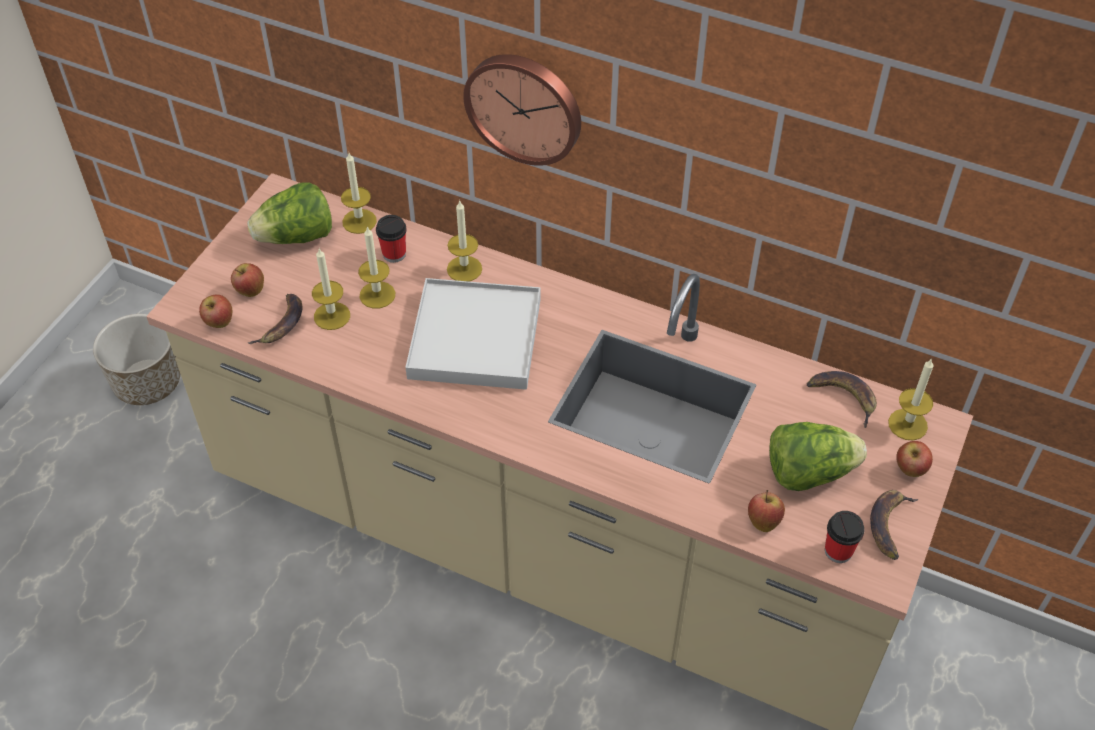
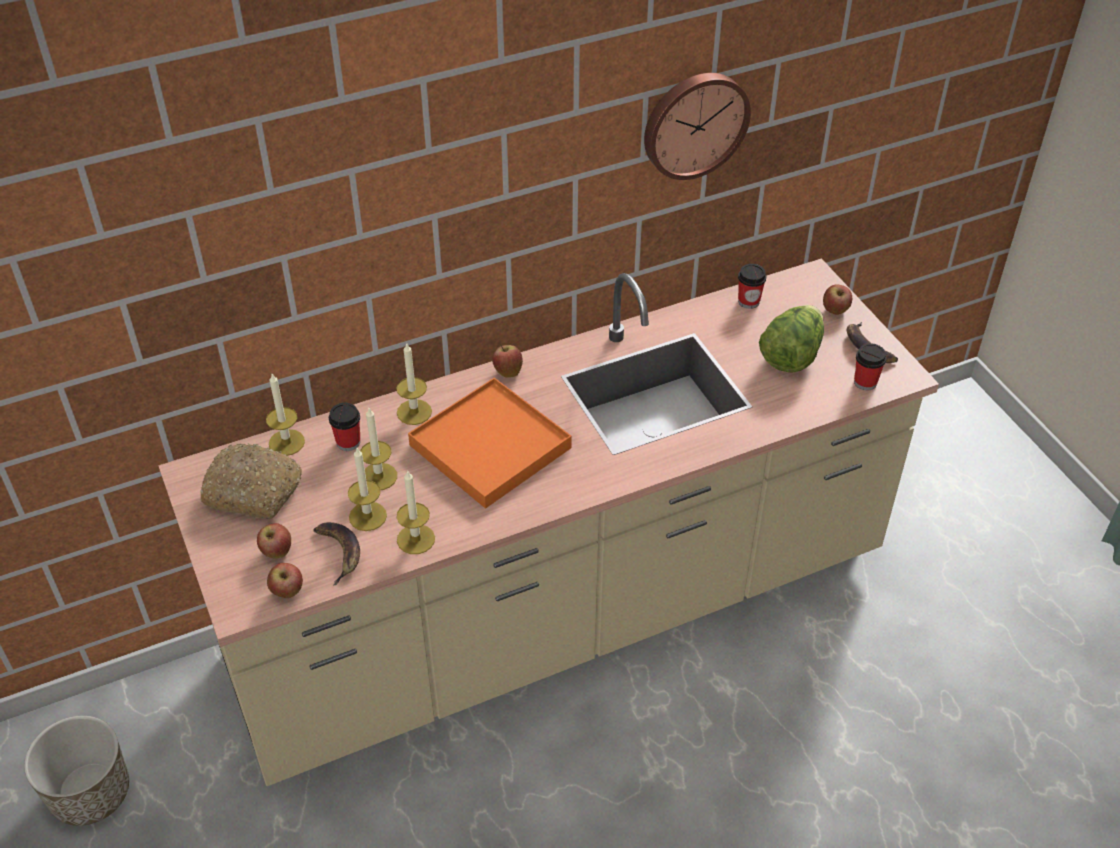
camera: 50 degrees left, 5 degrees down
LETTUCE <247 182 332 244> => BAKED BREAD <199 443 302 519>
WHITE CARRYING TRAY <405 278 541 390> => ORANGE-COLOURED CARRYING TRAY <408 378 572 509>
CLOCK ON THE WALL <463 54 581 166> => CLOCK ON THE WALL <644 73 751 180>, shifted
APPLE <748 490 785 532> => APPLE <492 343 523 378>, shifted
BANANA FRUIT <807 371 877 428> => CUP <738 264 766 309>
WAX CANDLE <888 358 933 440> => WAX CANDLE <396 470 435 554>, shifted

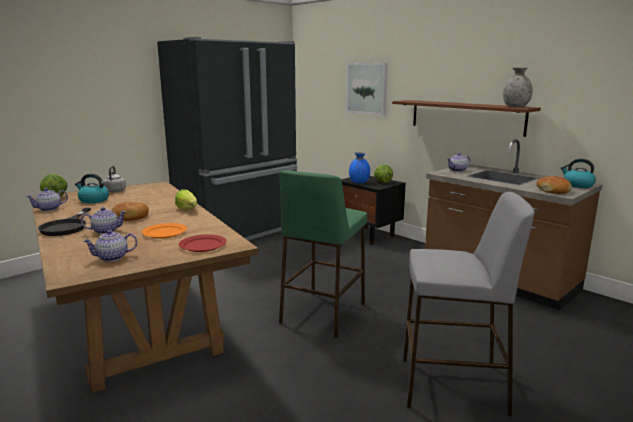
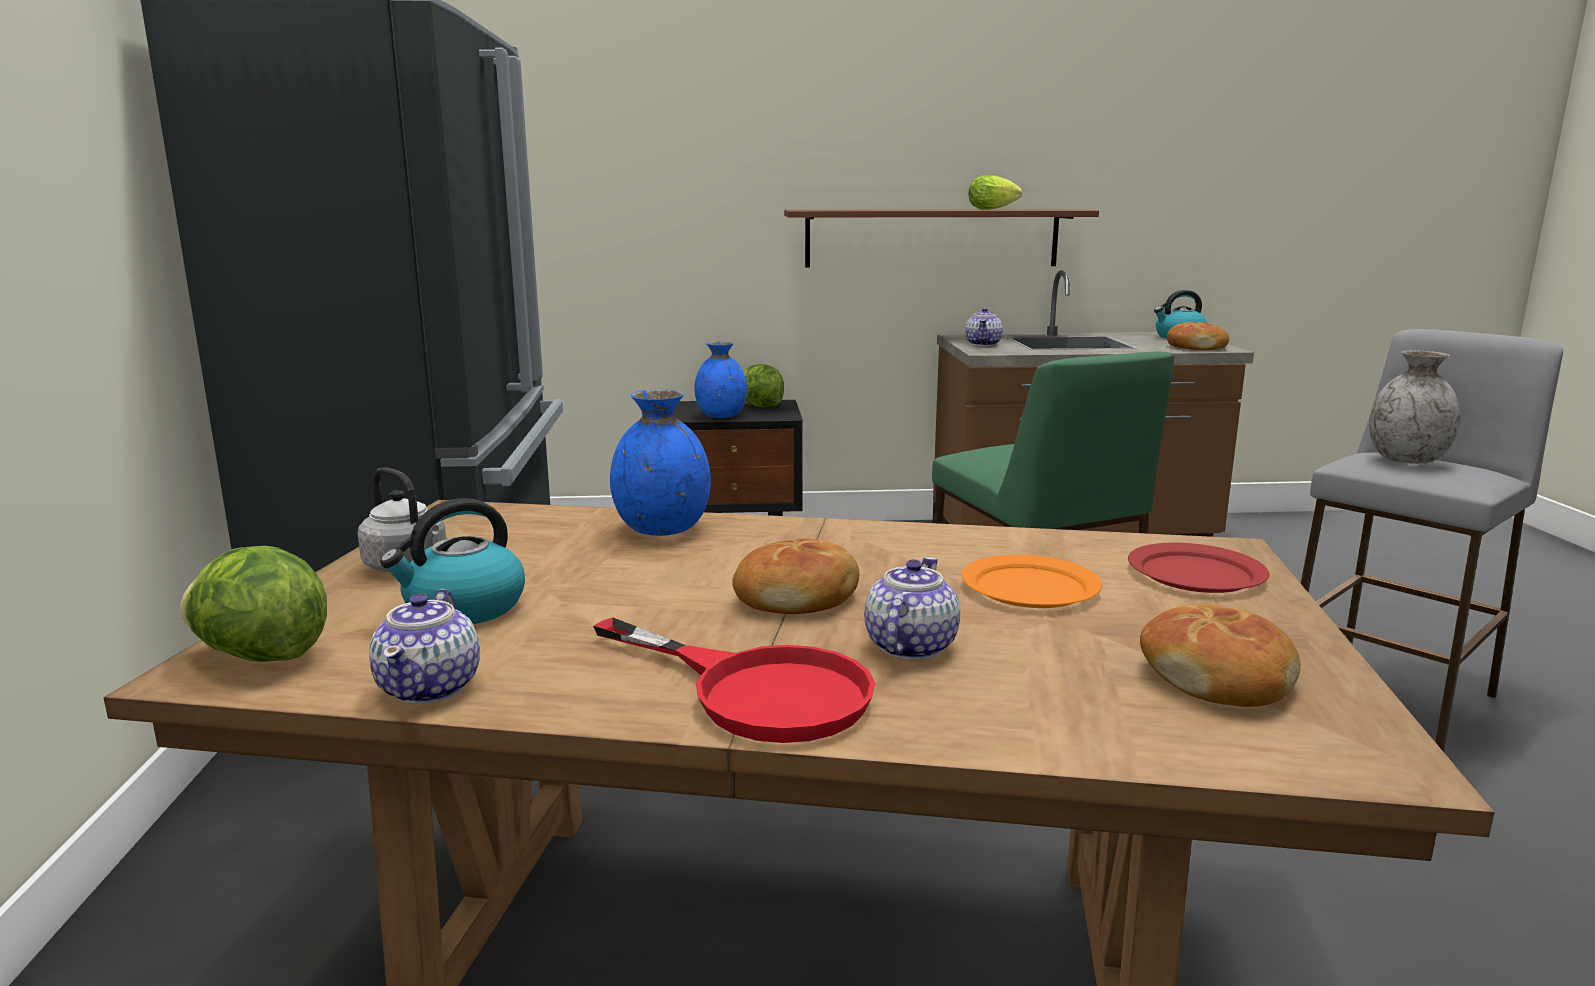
camera: 50 degrees left, 0 degrees up
BLACK FRYING PAN <38 208 91 236> => RED-COLOURED FRYING PAN <593 617 875 743>
POT FOR TEA <83 230 138 262> => BAKED BREAD <1140 604 1301 707>
LETTUCE <175 189 197 210> => LETTUCE <969 175 1022 210>, shifted
WALL ART <346 63 388 115> => nothing
GREY VASE <503 68 532 107> => GREY VASE <1369 351 1460 464>, shifted
nothing => BLUE-COLOURED VASE <610 389 711 536>

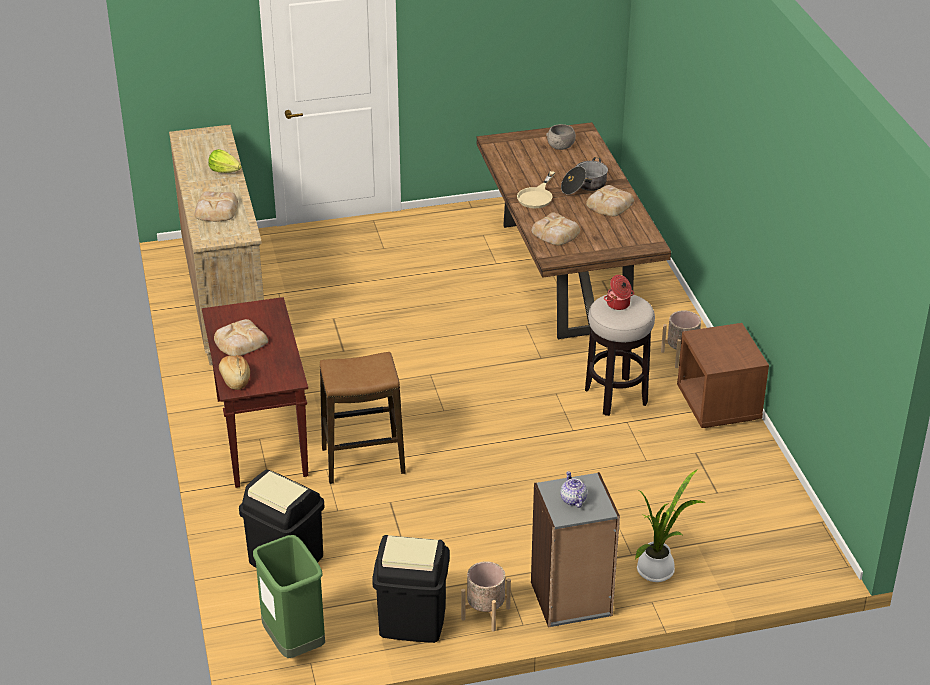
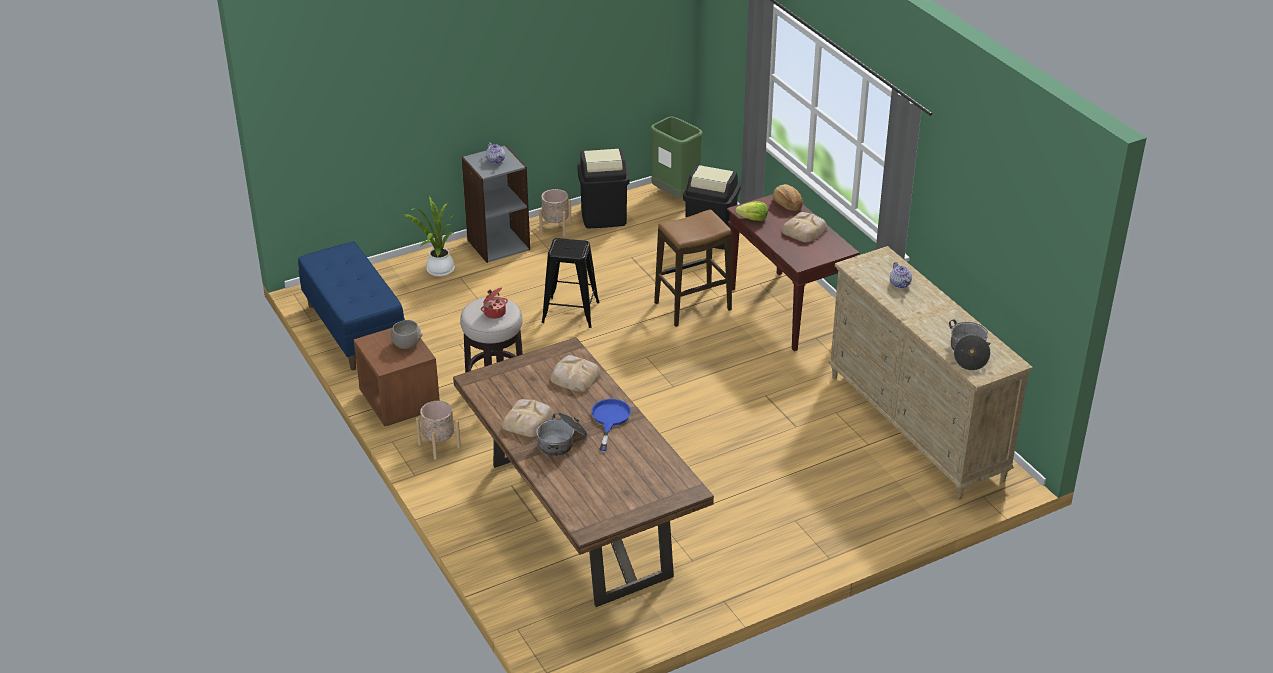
camera: 165 degrees right, 0 degrees up
BAKED BREAD <194 191 238 222> => POT FOR TEA <890 262 912 288>
LETTUCE <208 149 242 173> => LETTUCE <735 201 768 221>, shifted
BEIGE FRYING PAN <517 171 555 208> => BLUE-COLOURED FRYING PAN <592 399 631 451>
GREY DEEP DISH <546 124 576 150> => GREY DEEP DISH <391 320 423 349>, shifted
nothing => BLUE-COLOURED LONG SEAT <298 242 405 370>
nothing => BLACK SITTING STOOL <541 238 600 328>
nothing => SAUCEPOT <949 319 990 371>

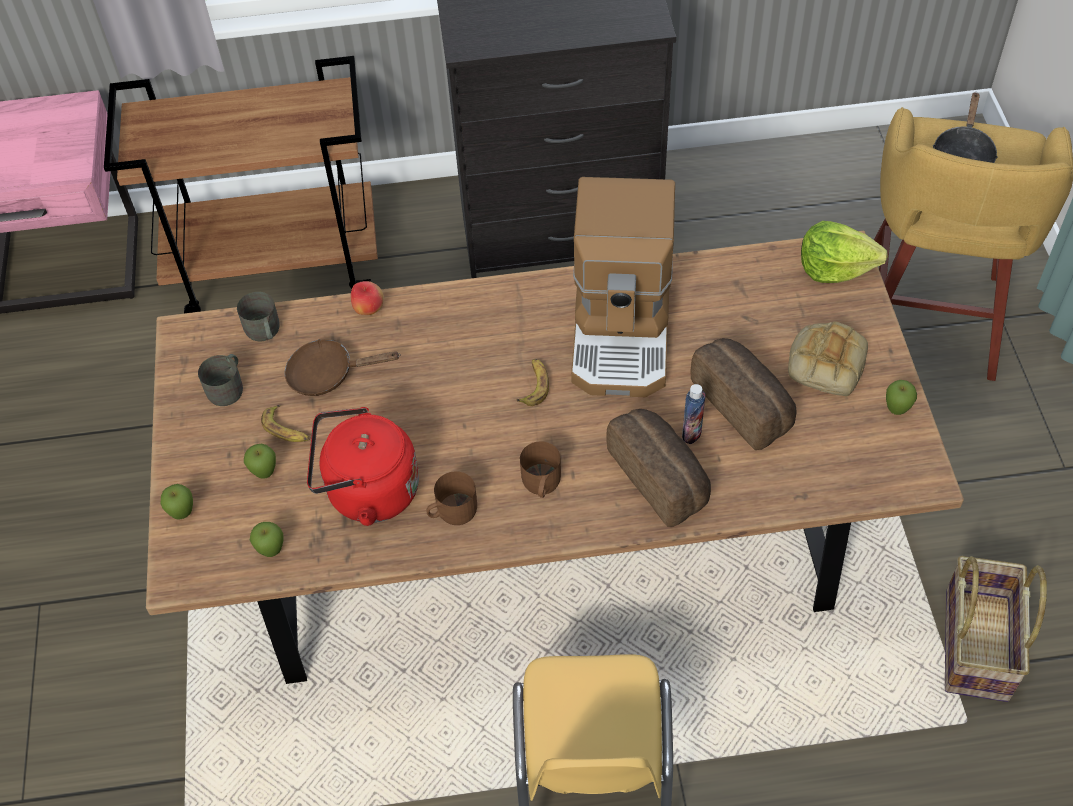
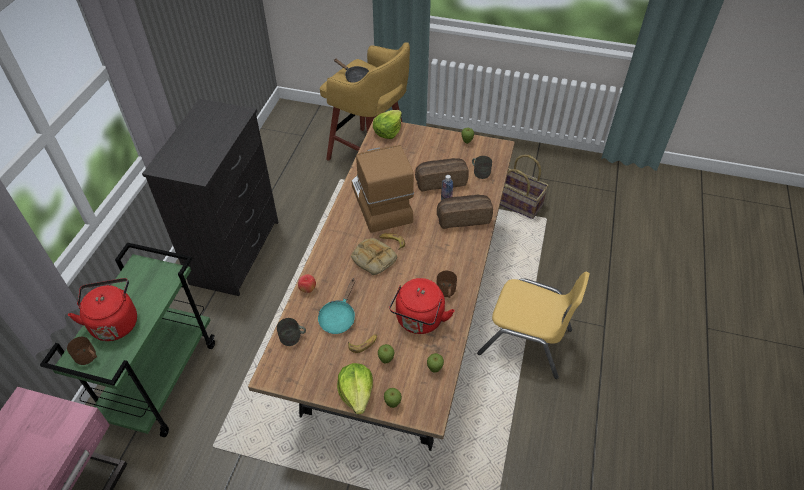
camera: 70 degrees left, 5 degrees down
BROWN-COLOURED TROLLEY <104 56 378 313> => GREEN-COLOURED TROLLEY <40 243 215 437>
GREY MUG <198 354 243 406> => GREY MUG <472 156 492 179>, shifted
BROWN-COLOURED FRYING PAN <285 339 400 396> => TURQUOISE FRYING PAN <318 278 355 334>
BROWN-COLOURED MUG <520 441 561 498> => BROWN-COLOURED MUG <67 337 97 365>, shifted
COFFEE MAKER <571 177 675 397> => COFFEE MAKER <351 145 414 233>, 135 degrees counterclockwise
BAKED BREAD <788 322 868 396> => BAKED BREAD <351 238 397 275>, shifted
nothing => RED-COLOURED KETTLE <68 278 137 341>
nothing => LETTUCE <337 363 373 415>

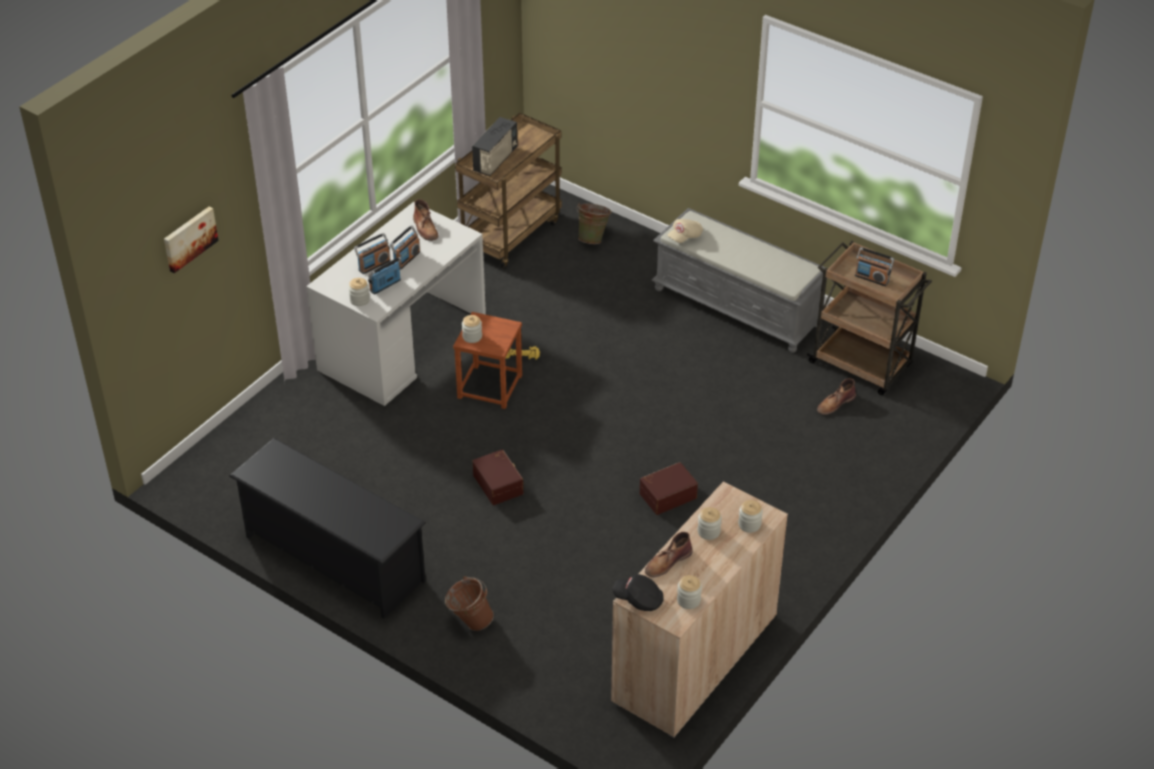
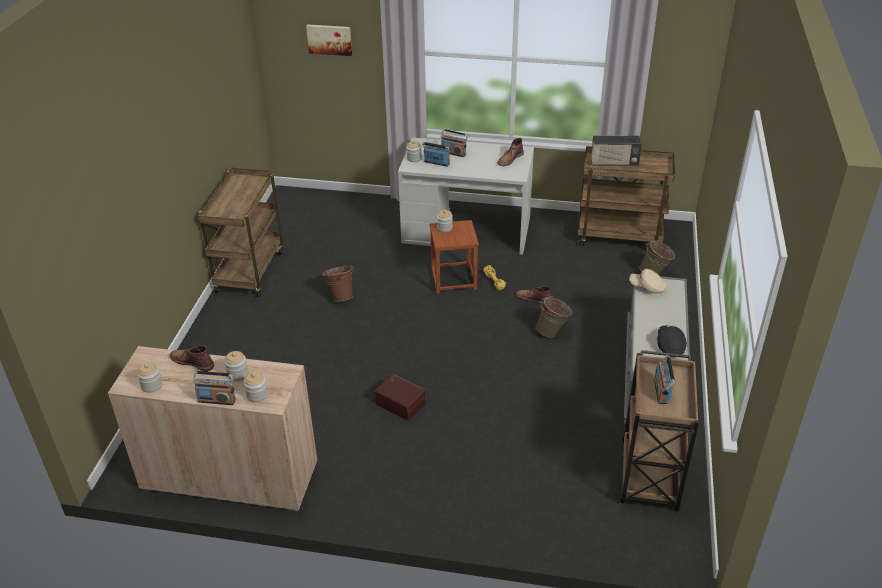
camera: 65 degrees right, 5 degrees down
BLACK SHOE RACK <229 438 426 618> => BROWN-COLOURED TROLLEY <198 168 283 297>
RADIO SET <390 225 420 270> => RADIO SET <193 371 236 405>, shifted
BROWN-COLOURED BUCKET <445 576 494 631> => BROWN-COLOURED BUCKET <322 265 353 302>, shifted
BROWN-COLOURED STORAGE BIN <473 449 523 505> => nothing
BLACK BASEBALL CAP <612 574 664 611> => BLACK BASEBALL CAP <657 325 687 357>, shifted
BROWN-COLOURED HIGH-TOP BOOT <817 379 856 415> => BROWN-COLOURED HIGH-TOP BOOT <516 286 551 305>, shifted
nothing => GREEN-COLOURED BUCKET <536 296 572 338>

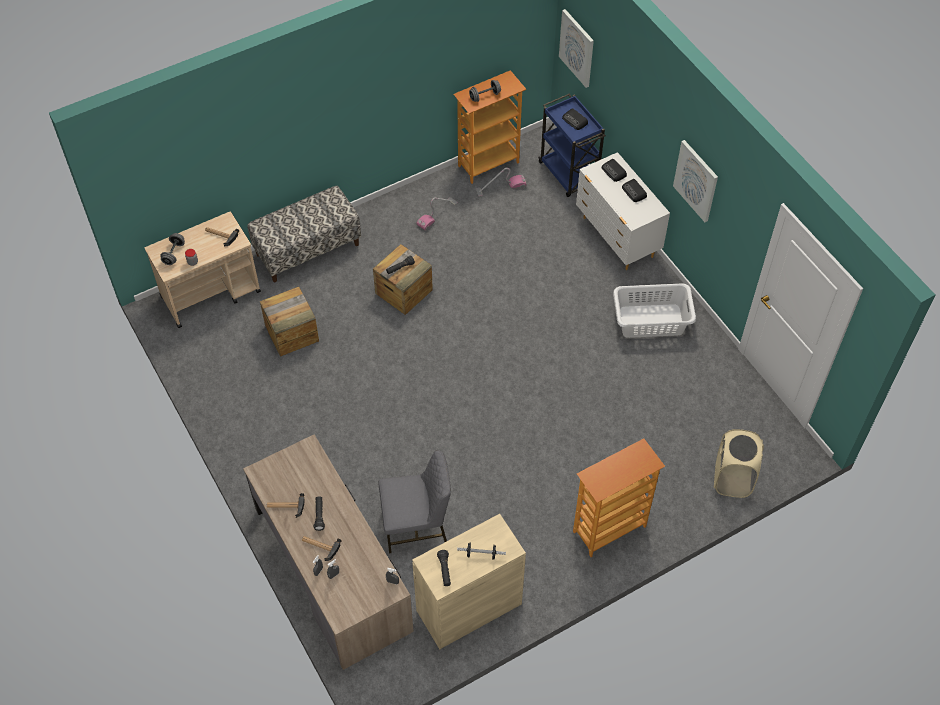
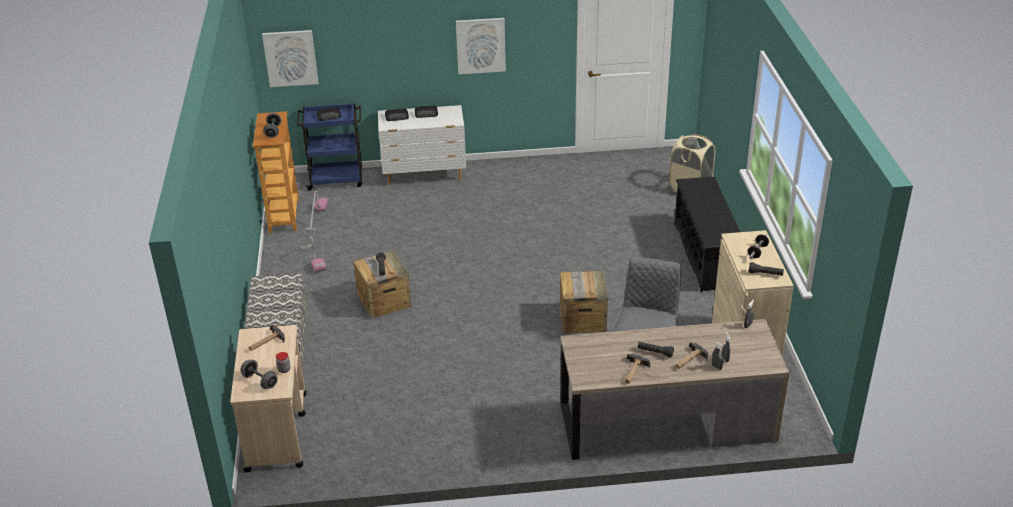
camera: 65 degrees left, 20 degrees down
CRATE <260 287 319 357> => CRATE <560 271 608 333>, shifted
SHELVING UNIT <573 439 665 557> => BLACK SHOE RACK <674 176 740 292>
WHITE WASHING BASKET <613 283 696 338> => nothing

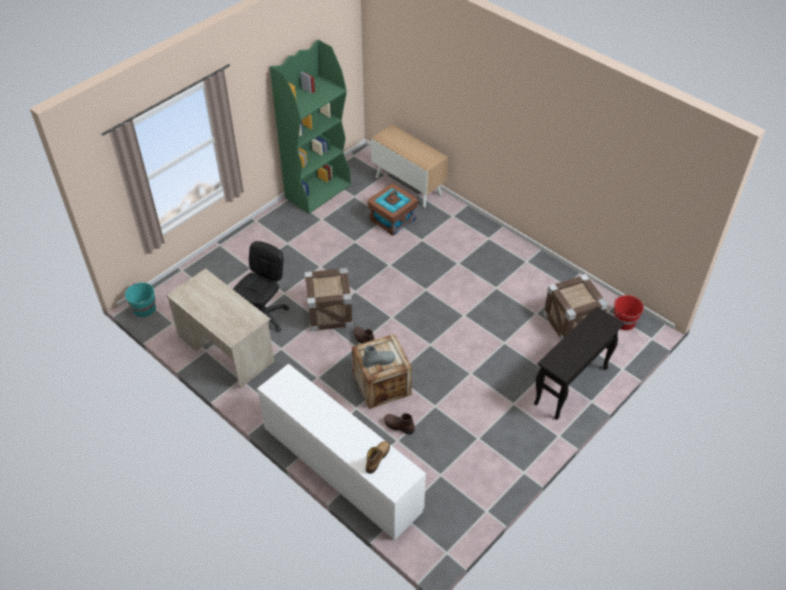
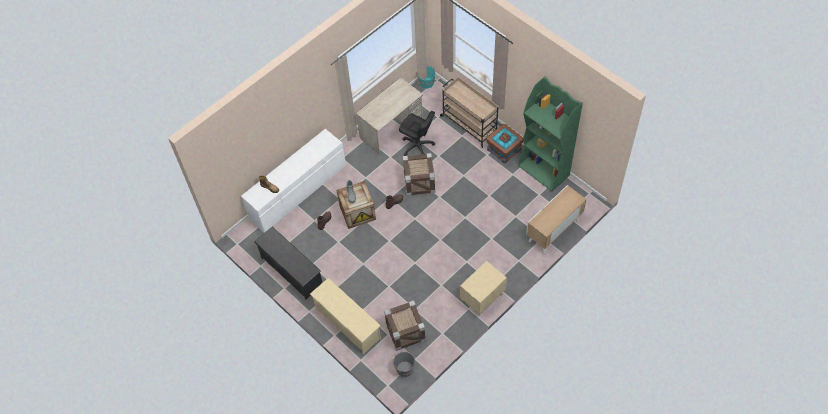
camera: 95 degrees right, 10 degrees up
BROWN-COLOURED STORAGE BIN <368 184 418 236> => BROWN-COLOURED STORAGE BIN <486 124 523 164>, shifted
BLACK HALL TABLE <534 306 624 420> => BEIGE SHOE RACK <310 278 381 354>
RED-COLOURED BUCKET <613 295 644 330> => GREY BUCKET <392 351 415 377>
nothing => BLACK SHOE RACK <254 227 322 300>
nothing => BEIGE TROLLEY <440 77 499 148>
nothing => BEIGE NIGHT TABLE <460 261 507 316>

